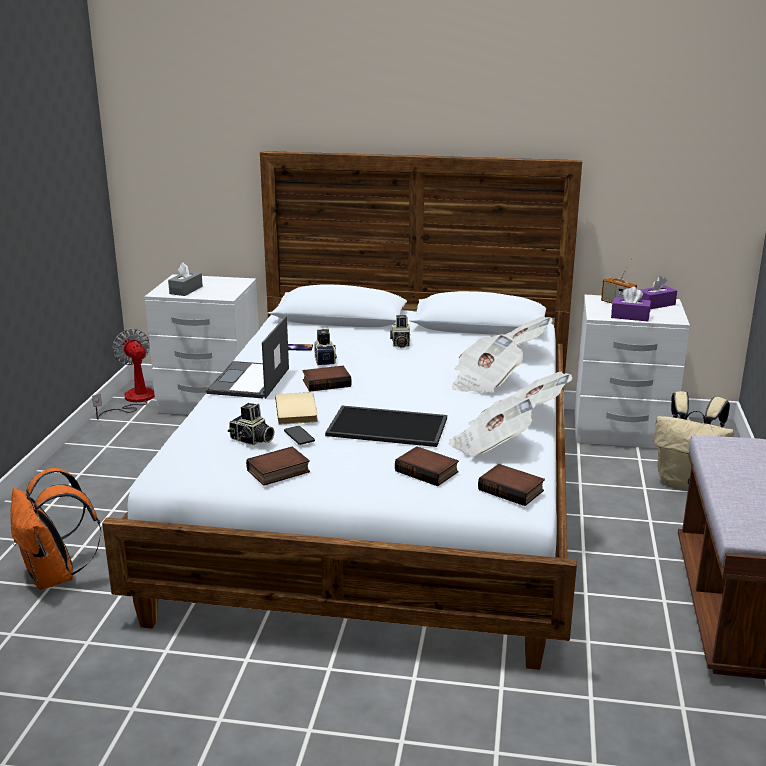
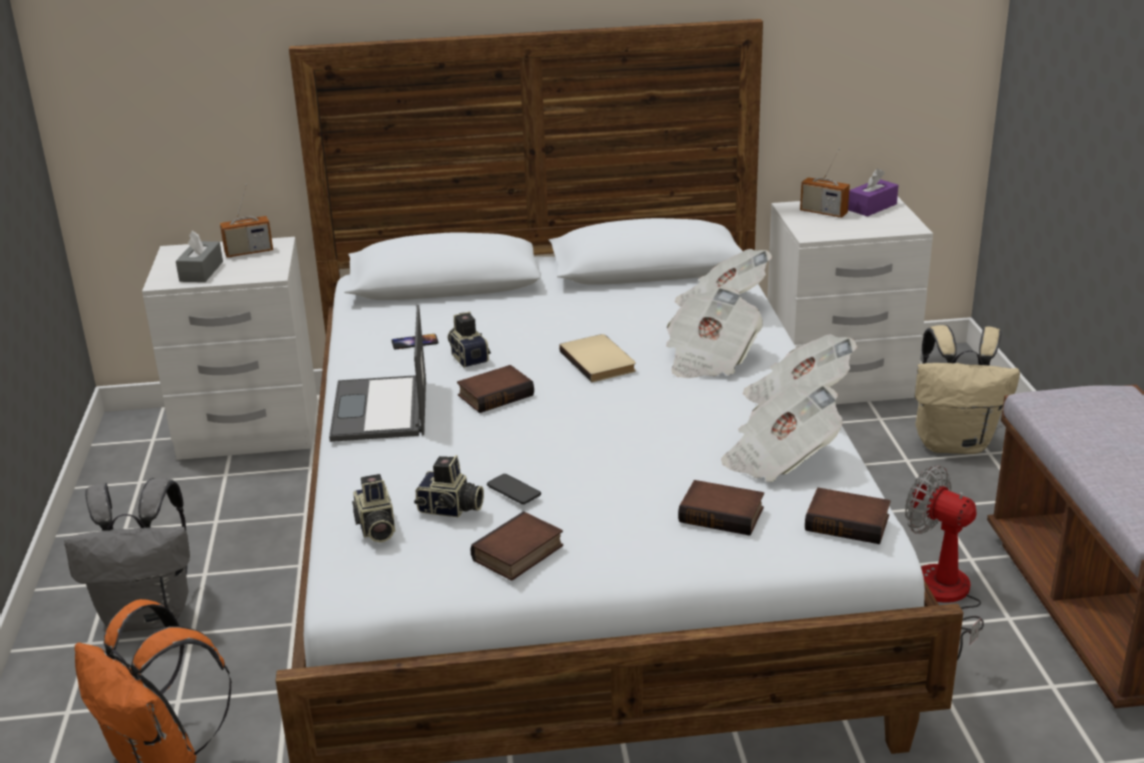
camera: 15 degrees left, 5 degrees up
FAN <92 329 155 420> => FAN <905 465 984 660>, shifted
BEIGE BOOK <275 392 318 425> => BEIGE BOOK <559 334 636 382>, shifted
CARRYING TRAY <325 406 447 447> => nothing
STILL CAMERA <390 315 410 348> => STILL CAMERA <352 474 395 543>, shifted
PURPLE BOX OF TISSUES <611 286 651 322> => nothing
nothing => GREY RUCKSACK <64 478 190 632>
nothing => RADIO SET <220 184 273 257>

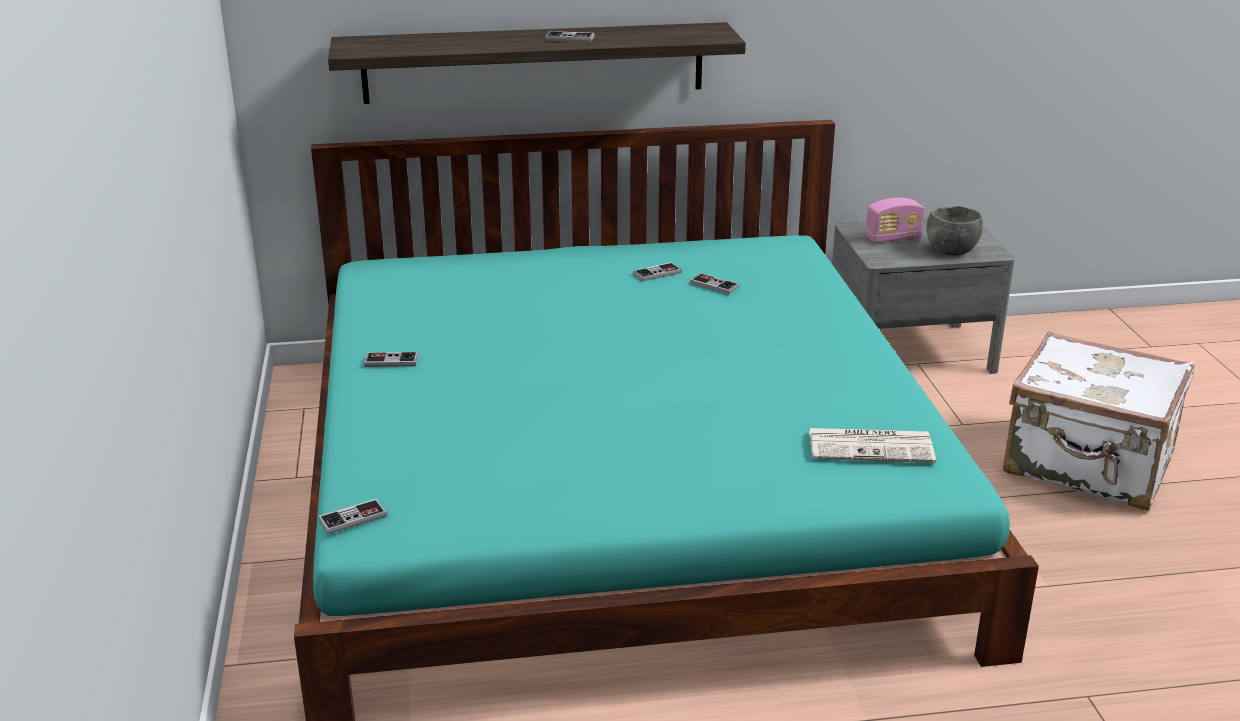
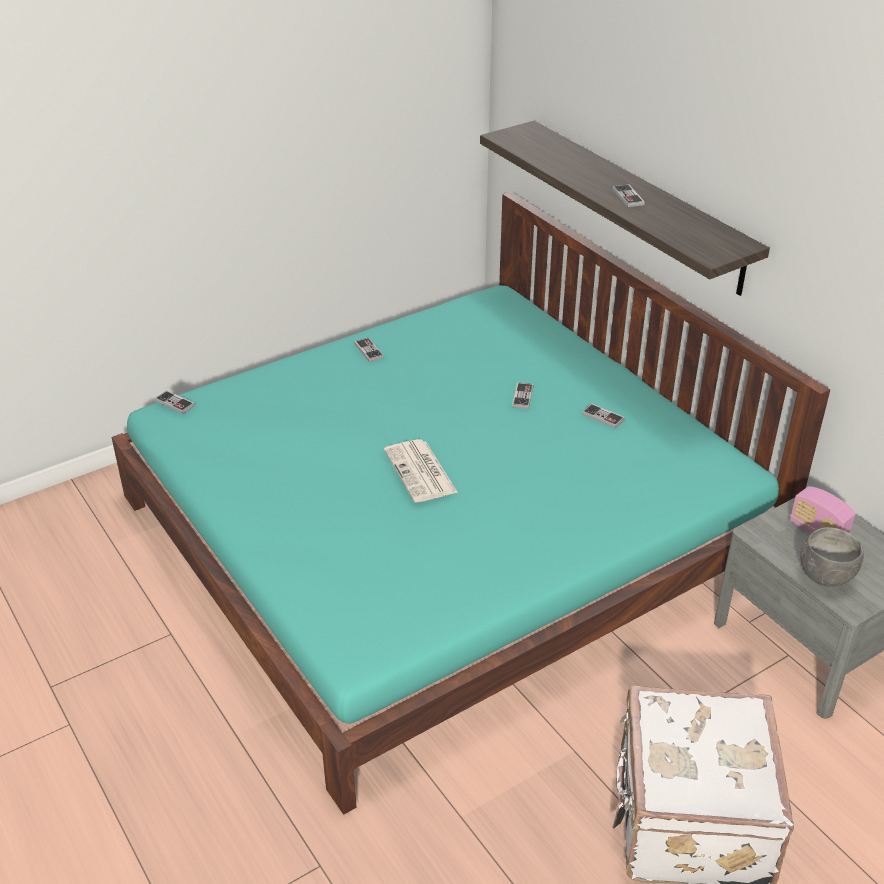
camera: 65 degrees right, 10 degrees up
GAME CONTROLLER <690 273 739 295> => GAME CONTROLLER <512 382 534 409>, shifted
DAILY PAPER <809 428 936 463> => DAILY PAPER <384 439 458 503>, shifted

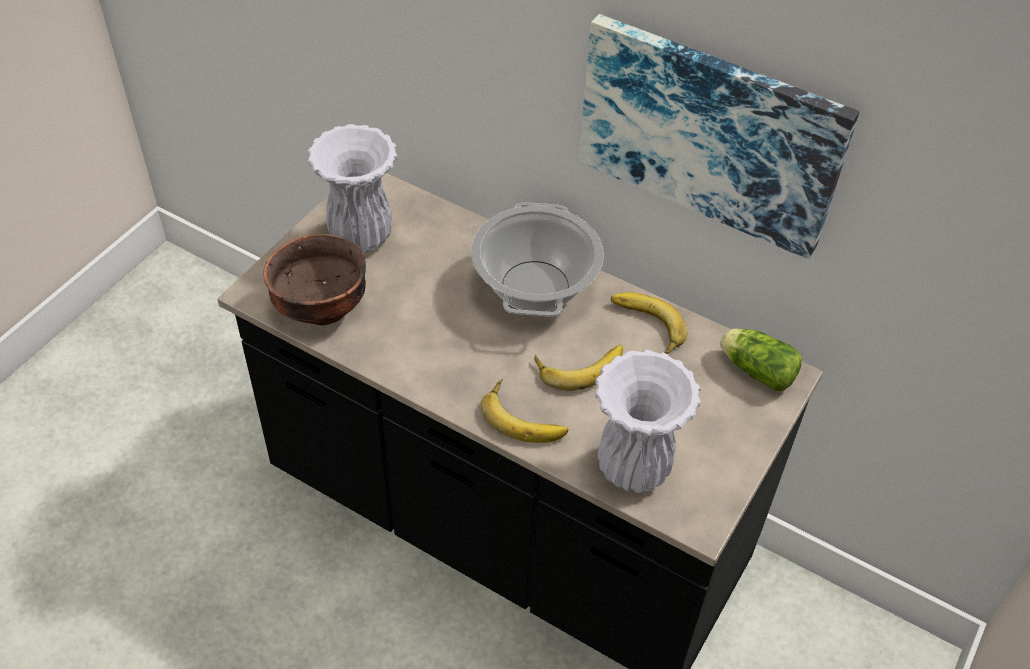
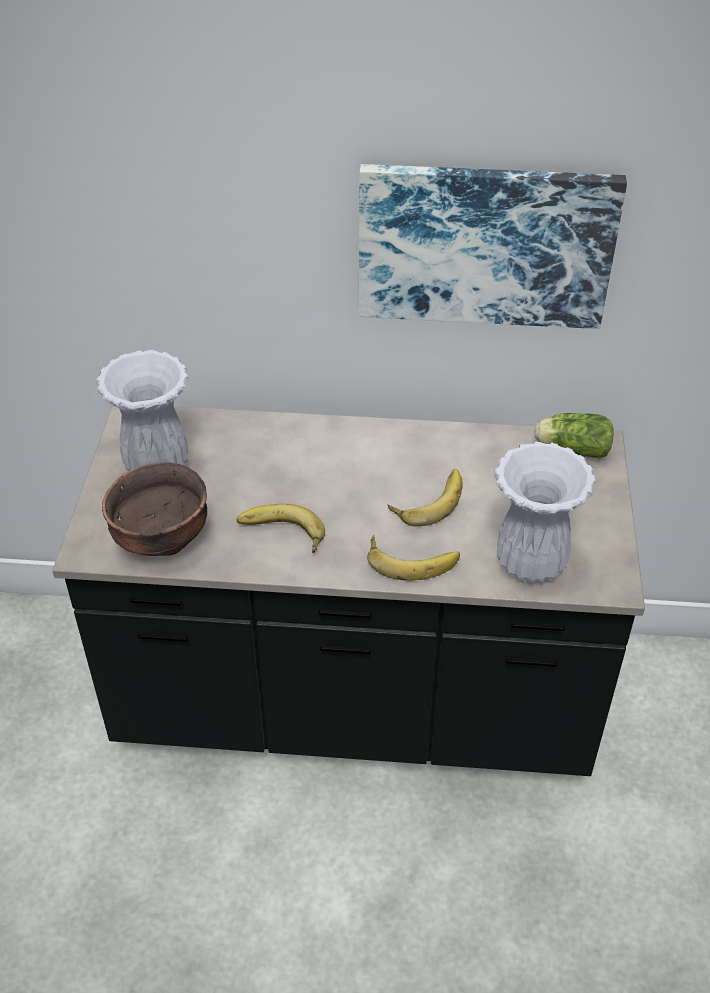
camera: 25 degrees left, 5 degrees down
SAUCEPOT <471 202 604 317> => nothing
BANANA FRUIT <611 293 687 354> => BANANA FRUIT <237 504 325 553>, shifted

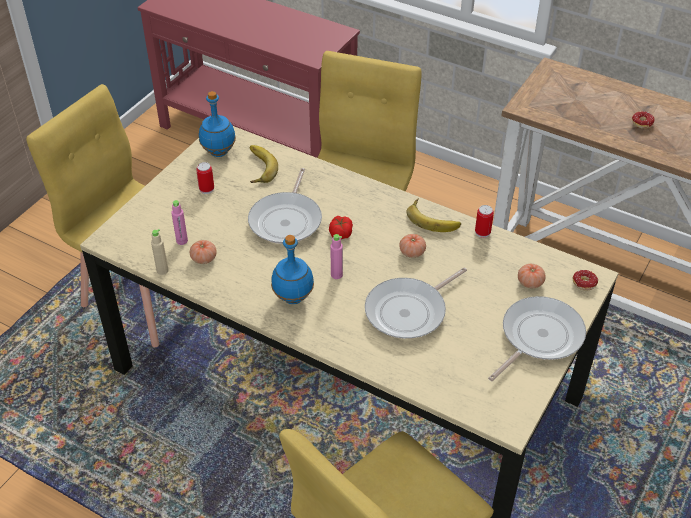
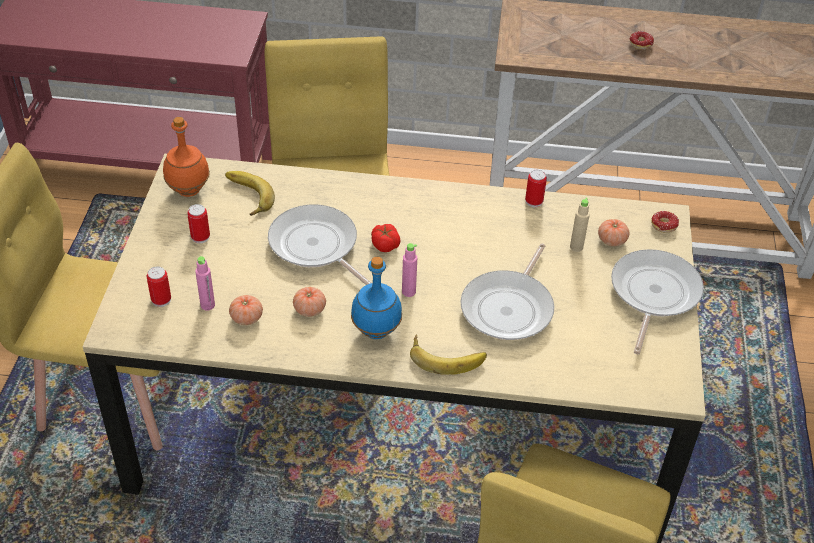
camera: 25 degrees left, 0 degrees up
BEIGE BOTTLE <151 229 169 275> => BEIGE BOTTLE <570 198 590 252>, shifted
BLUE-COLOURED BOTTLE <199 91 236 157> => ORANGE-COLOURED BOTTLE <163 117 210 197>
FRYING PAN <248 168 322 244> => FRYING PAN <268 204 371 285>, 150 degrees clockwise
WHOLE TOMATO <399 234 426 258> => WHOLE TOMATO <293 287 326 317>, shifted
BANANA FRUIT <407 198 461 232> => BANANA FRUIT <410 334 487 375>, shifted
nothing => SEALED CAN <146 266 171 307>

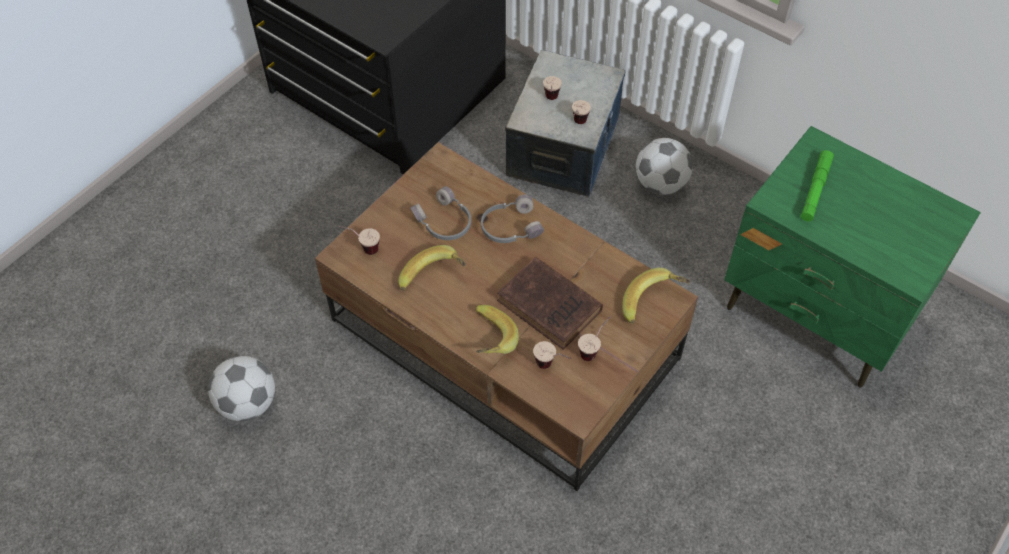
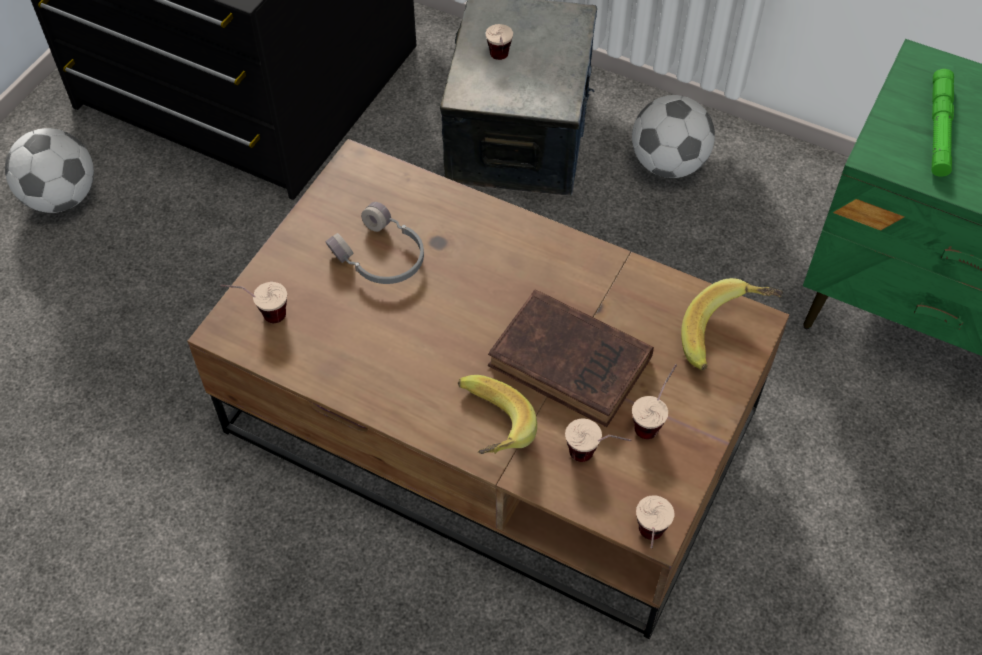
camera: 10 degrees left, 0 degrees up
BALL FOR FOOTBALL <208 356 275 421> => BALL FOR FOOTBALL <5 128 94 213>, shifted
BANANA FRUIT <398 245 466 291> => nothing
GREY HEADSET <481 195 544 243> => nothing
CUP <572 100 591 124> => CUP <636 495 675 549>, shifted

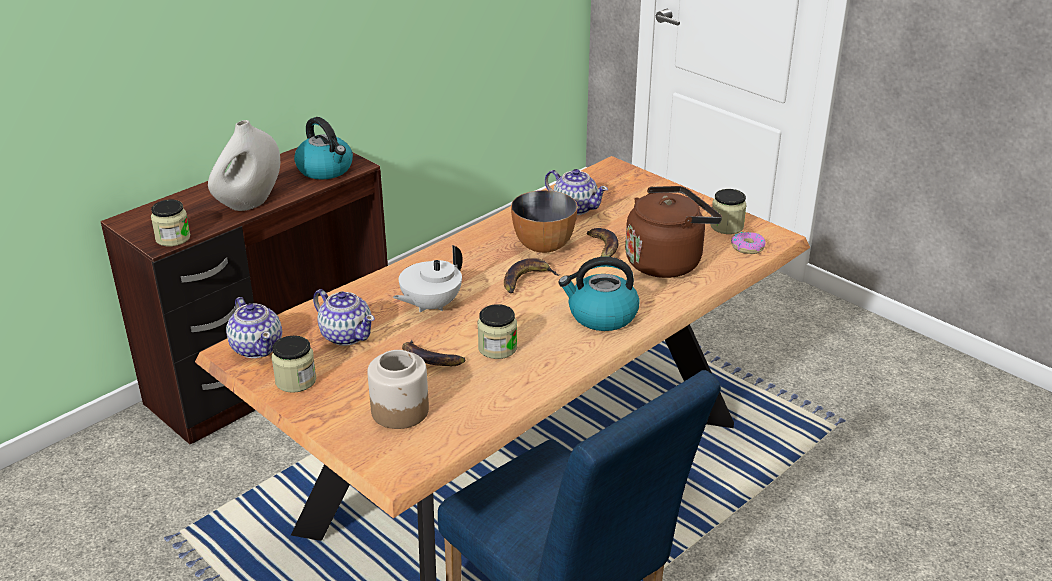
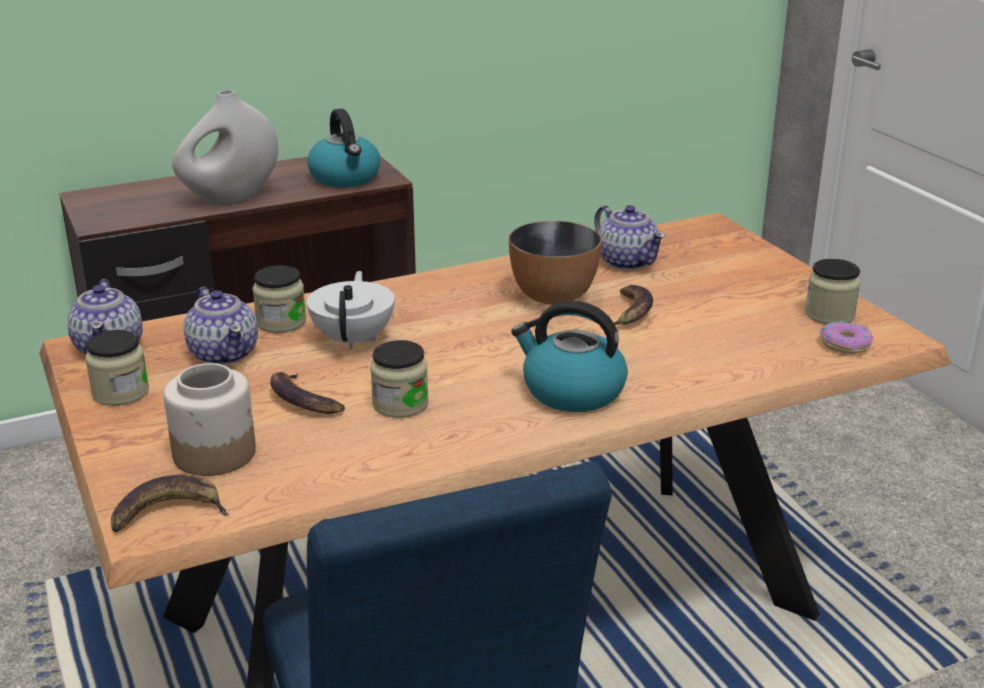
camera: 20 degrees right, 5 degrees down
STORAGE JAR <151 199 190 247> => STORAGE JAR <252 265 306 333>, shifted
WHITE POT FOR TEA <393 245 463 313> => WHITE POT FOR TEA <307 271 395 350>, 120 degrees clockwise
BANANA FRUIT <504 258 561 293> => BANANA FRUIT <111 474 229 532>, shifted
BROWN-COLOURED KETTLE <625 186 722 278> => nothing

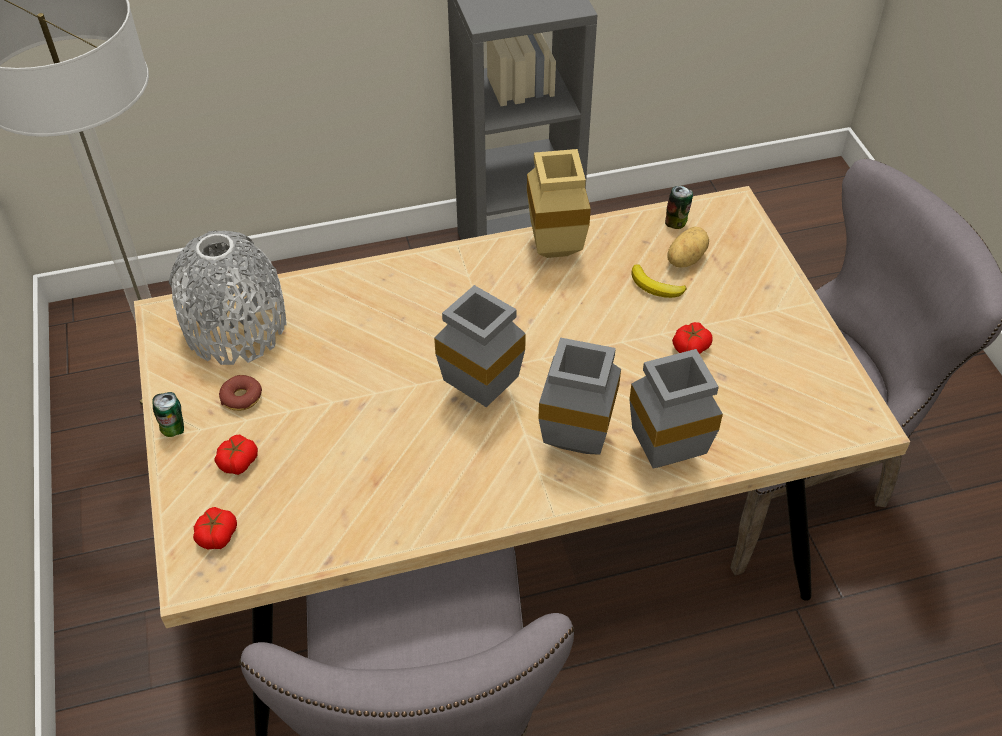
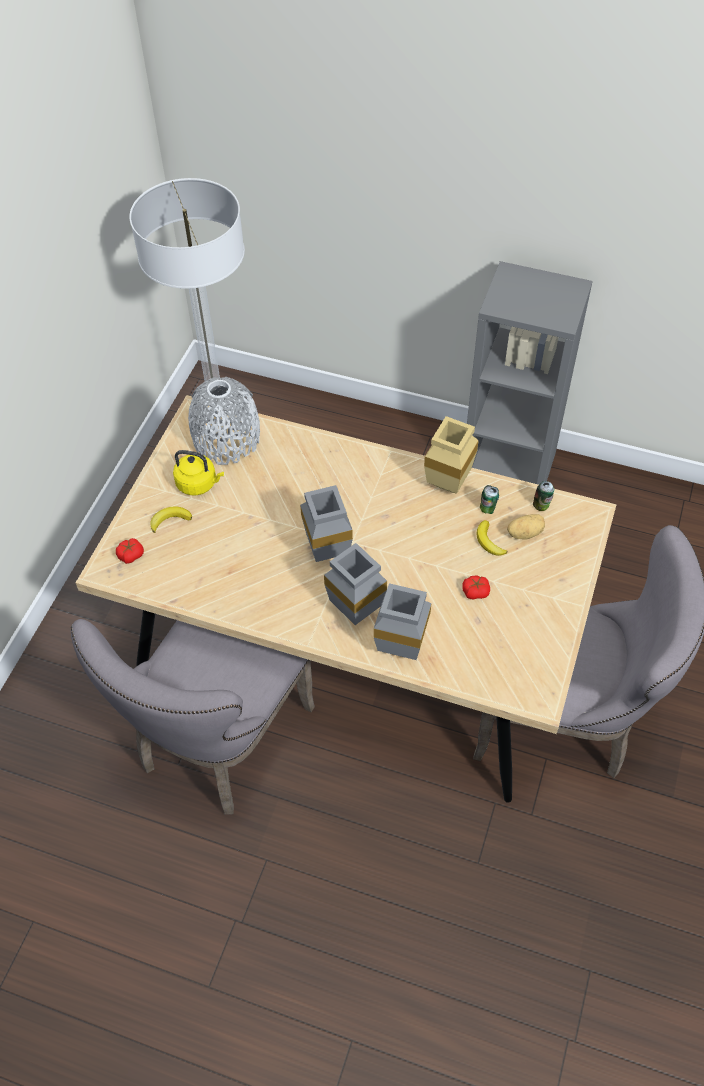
camera: 35 degrees right, 5 degrees up
SEALED CAN <153 392 184 437> => SEALED CAN <480 485 499 514>, shifted
WHOLE TOMATO <215 435 258 475> => BANANA FRUIT <150 507 192 533>
DONUT <219 375 262 411> => YELLOW-COLOURED KETTLE <173 450 224 495>

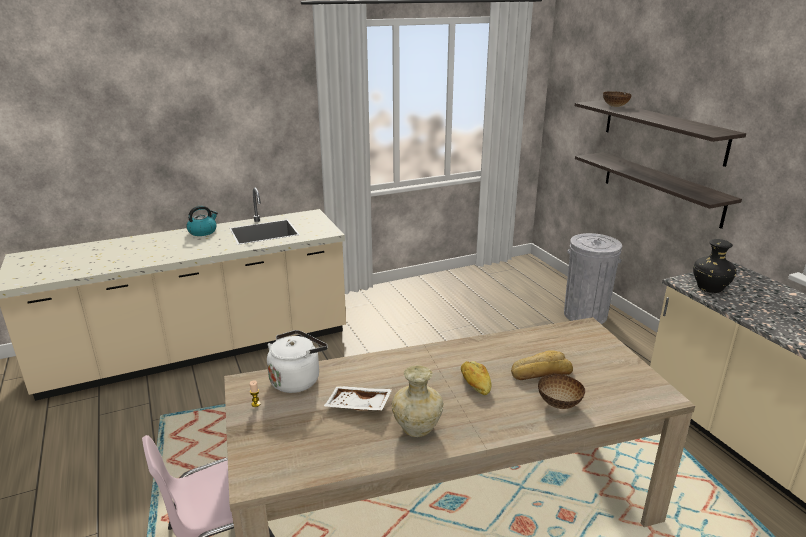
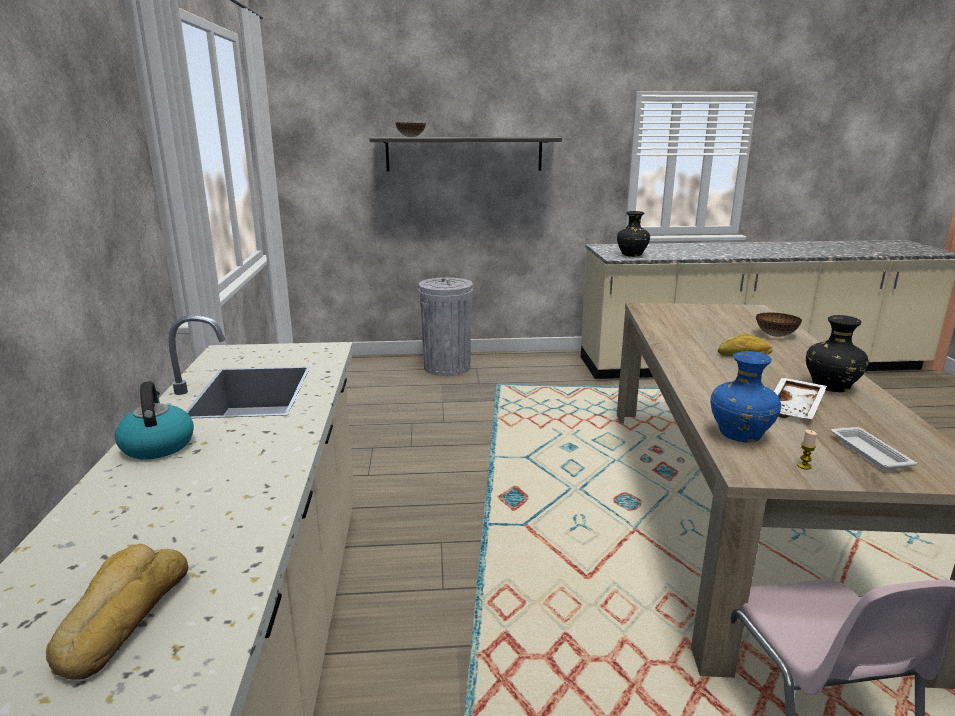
camera: 70 degrees left, 5 degrees down
WHITE KETTLE <267 330 328 393> => BLUE-COLOURED VASE <711 351 781 443>
BEIGE VASE <392 365 444 437> => BLACK VASE <806 315 869 392>
BAKED BREAD <511 350 573 380> => BAKED BREAD <46 544 188 680>, shifted
SHELF <575 152 742 229> => nothing
nothing => WHITE CARRYING TRAY <831 427 918 470>

